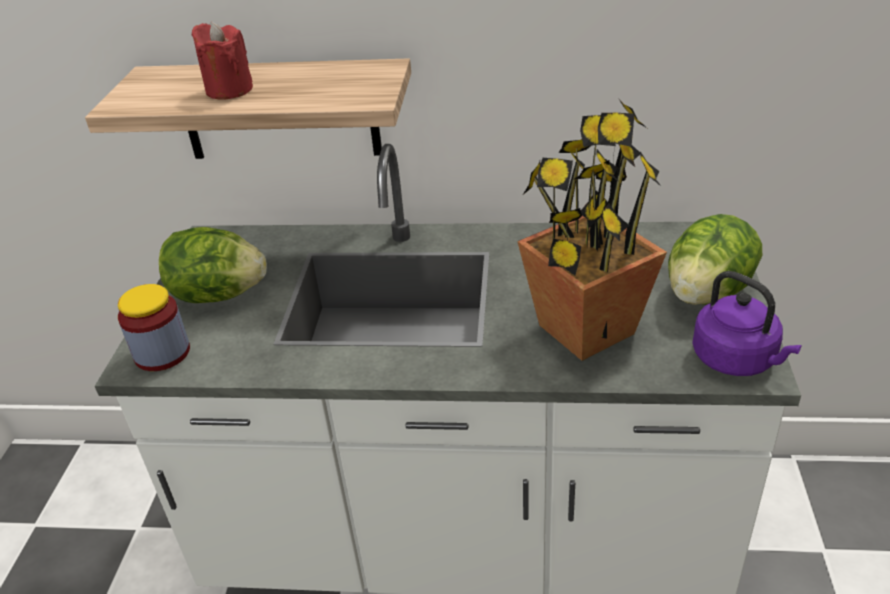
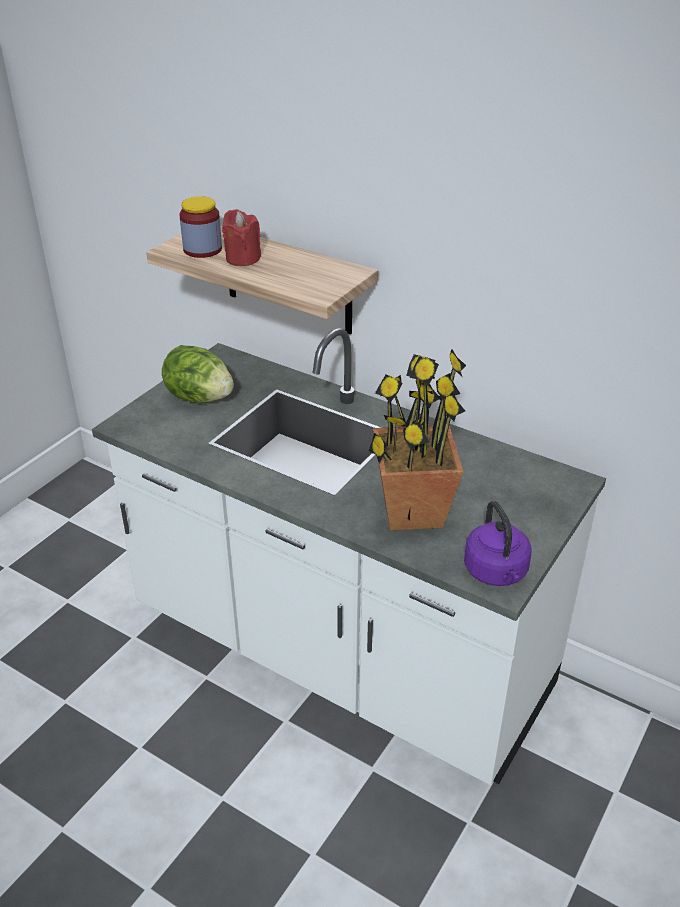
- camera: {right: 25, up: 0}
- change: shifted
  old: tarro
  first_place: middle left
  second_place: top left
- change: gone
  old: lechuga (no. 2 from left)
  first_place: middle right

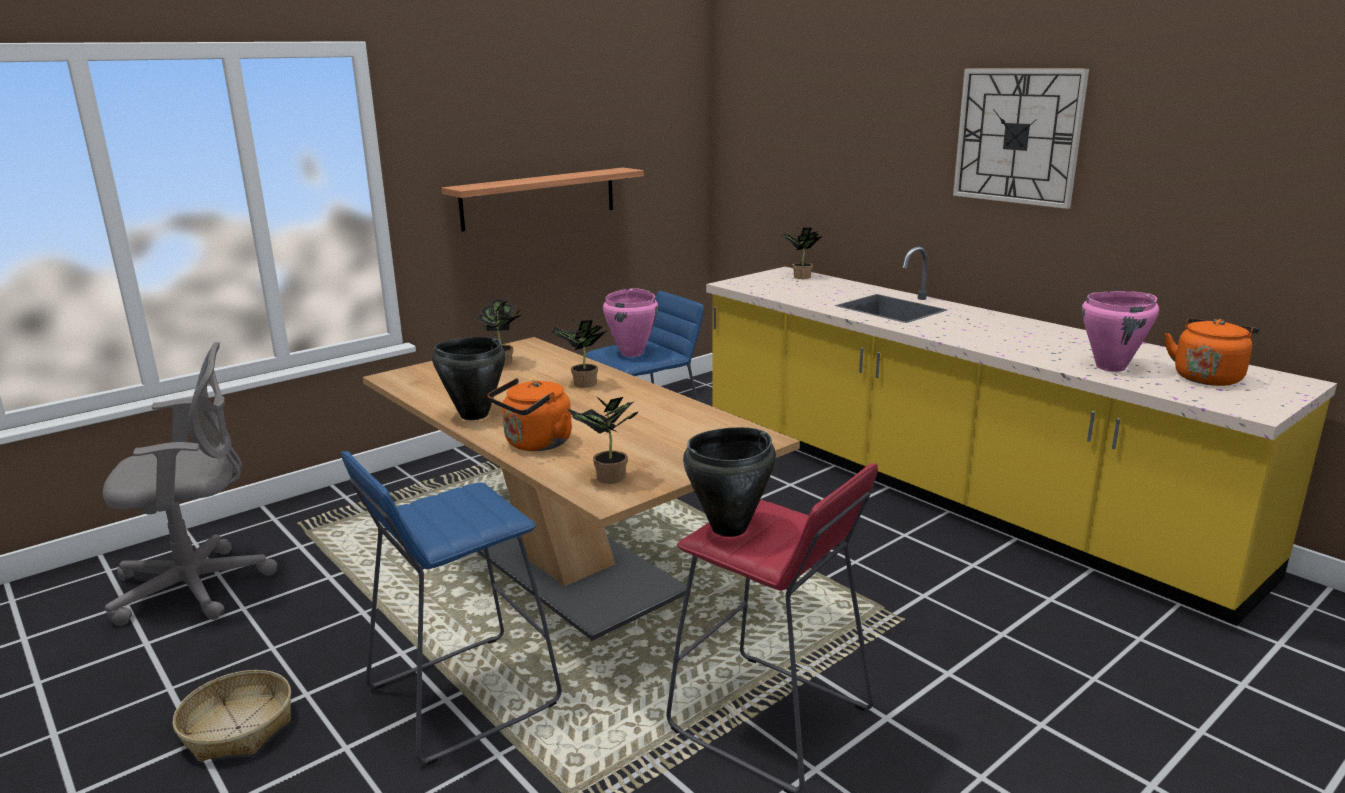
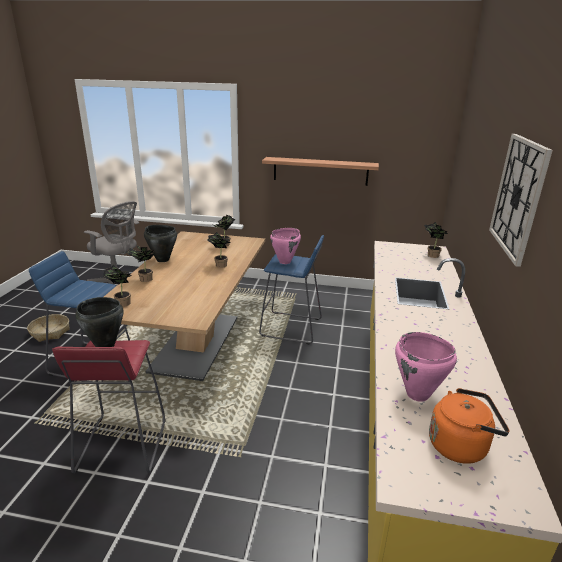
- camera: {right: 50, up: 5}
- change: swapped
  old: hervidor [naranja] (no. 1 from left)
  new: planta en maceta (no. 2 from left)
  first_place: centre
  second_place: middle left

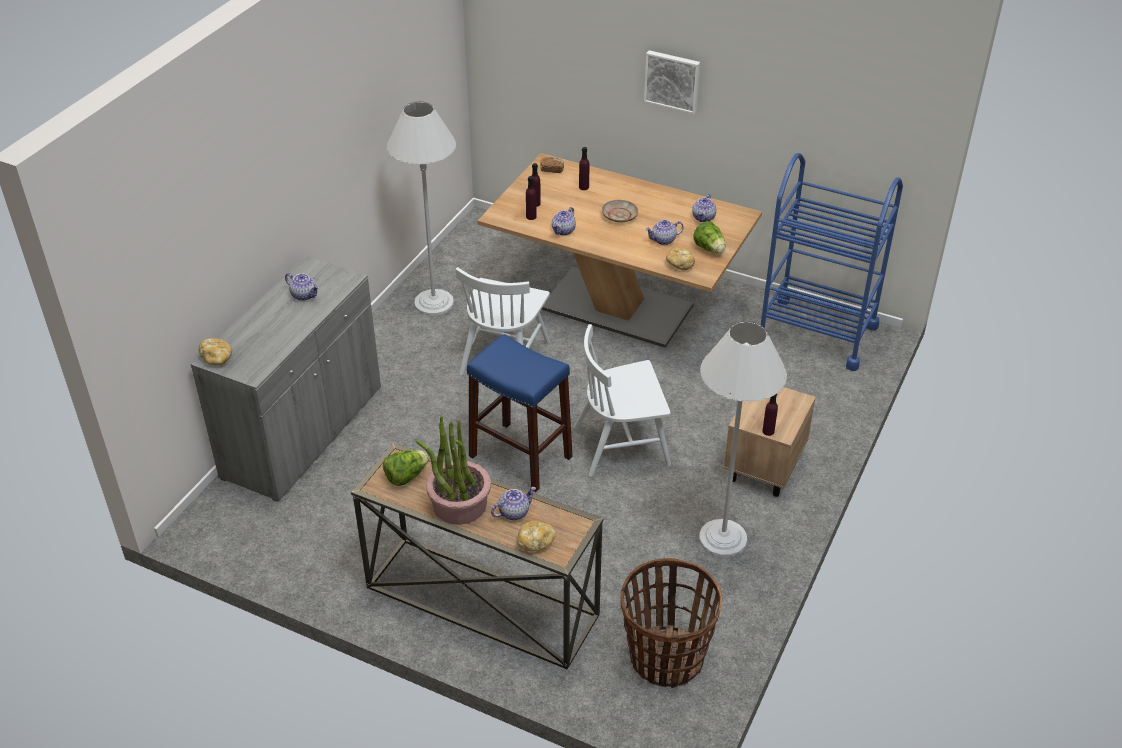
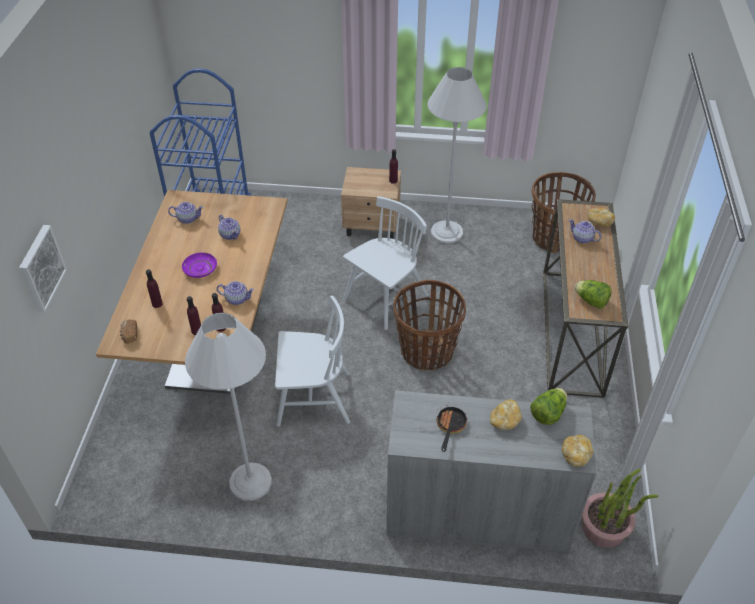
- camera: {right: -110, up: 5}
- change: shifted
  old: cuadro
  first_place: top centre
  second_place: middle left
- change: repainted
  old: plato [beis]
  new: plato [morado]
  first_place: top centre
  second_place: middle left
- change: rotated
  old: silla [blanco] (no. 2 from left)
  first_place: centre
  second_place: centre
  degrees: -105
- change: swapped
  old: taburete [azul]
  new: cesta (no. 1 from left)
  first_place: centre
  second_place: centre
- change: swapped
  old: tetera (no. 1 from left)
  new: sartén
  first_place: middle left
  second_place: bottom centre
- change: shifted
  old: pan (no. 4 from left in the first image)
  new: pan (no. 2 from left)
  first_place: centre
  second_place: bottom right
- change: shifted
  old: lechuga (no. 2 from left in the first image)
  new: lechuga (no. 1 from left)
  first_place: top centre
  second_place: bottom right
- change: shifted
  old: planta en maceta
  first_place: centre
  second_place: bottom right

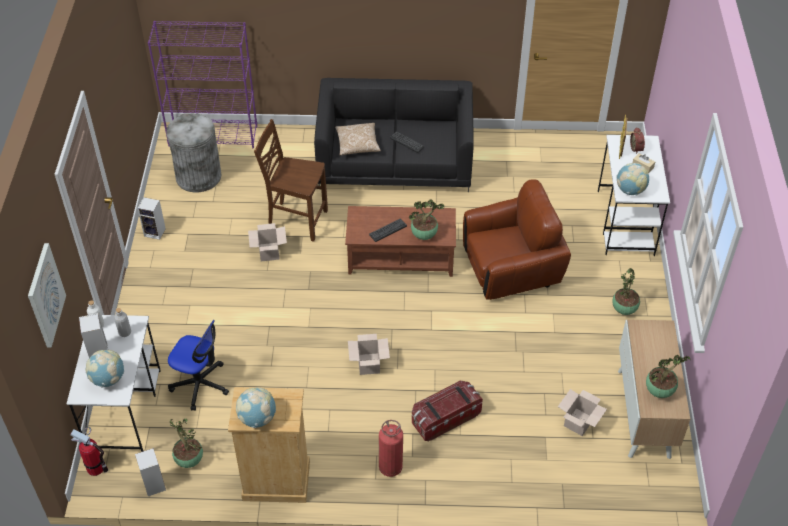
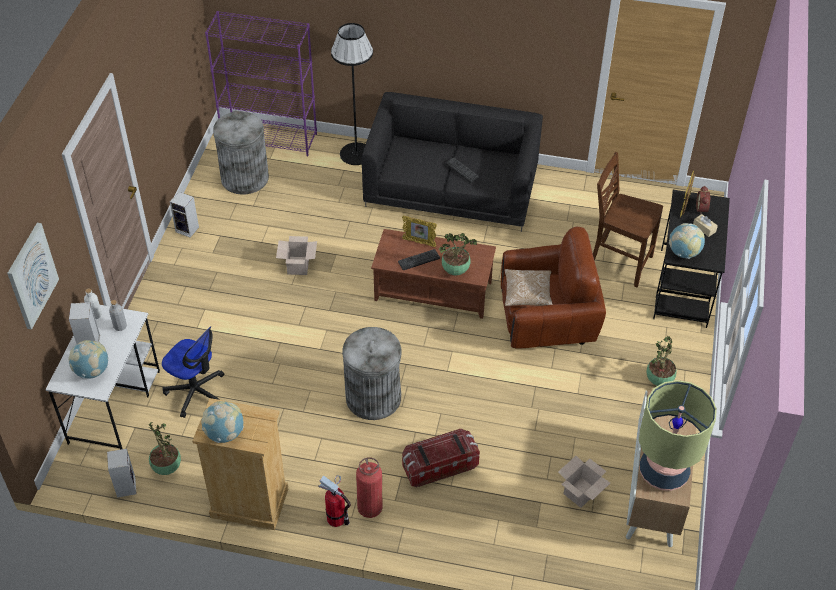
- camera: {right: 10, up: 0}
- change: shifted
  old: extintor (no. 1 from left)
  first_place: bottom left
  second_place: bottom centre
- change: new
  new: lámpara de pie [negro]
  second_place: top centre
- change: swapped
  old: caja de cartón (no. 2 from left)
  new: papelera [gris] (no. 2 from left)
  first_place: bottom centre
  second_place: centre
- change: new
  new: portarretratos (no. 1 from left)
  second_place: centre
- change: shifted
  old: cojín
  first_place: top centre
  second_place: centre
- change: shifted
  old: silla [marrón]
  first_place: centre
  second_place: middle right
- change: swapped
  old: planta en maceta (no. 4 from left)
  new: lámpara de mesa
  first_place: bottom right
  second_place: bottom right
- change: repainted
  old: escritorio [blanco] (no. 2 from left)
  new: escritorio [negro]
  first_place: middle right
  second_place: middle right

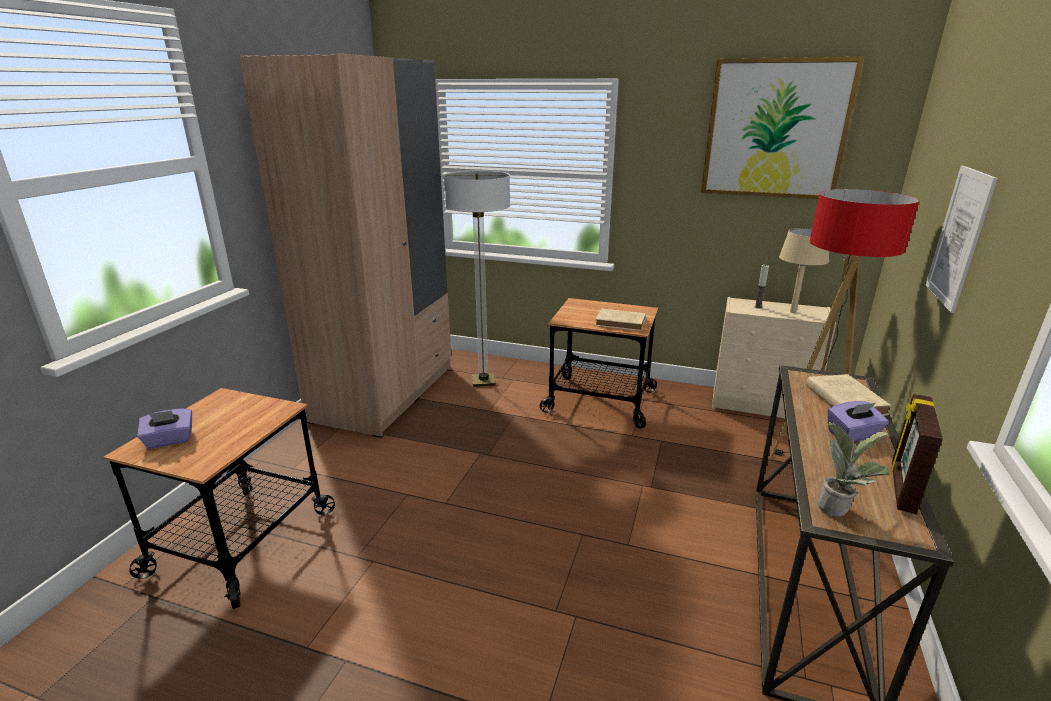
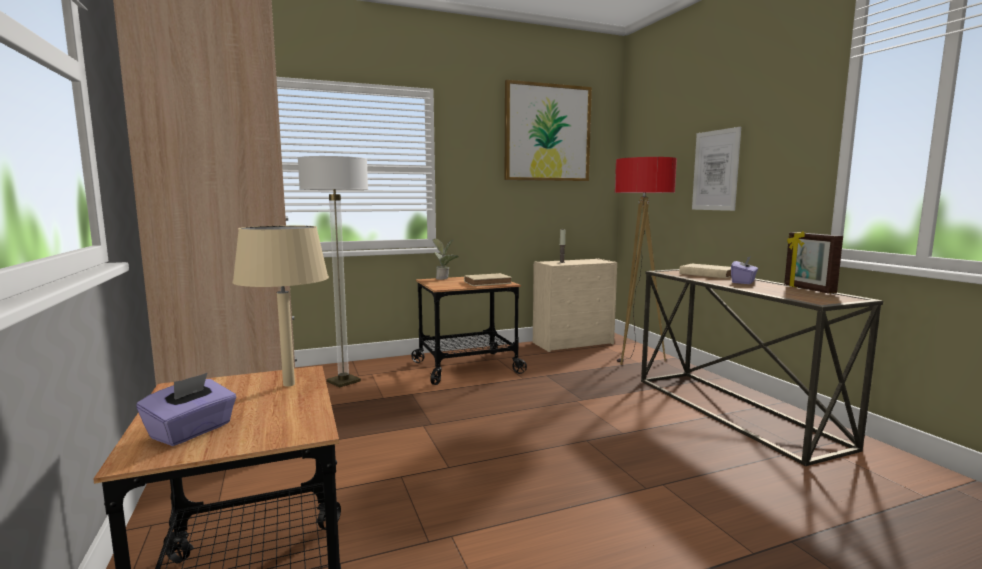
- camera: {right: -40, up: -15}
- change: shifted
  old: lámpara de mesa [beis]
  first_place: middle right
  second_place: middle left
- change: shifted
  old: planta en maceta
  first_place: bottom right
  second_place: centre

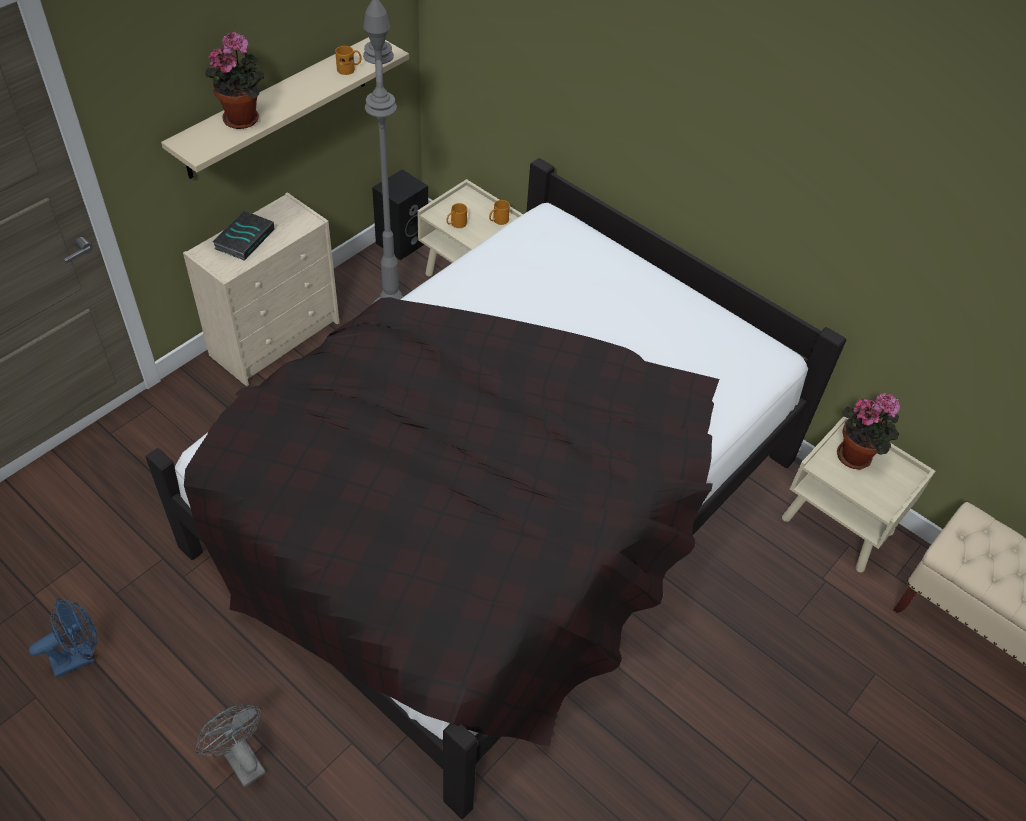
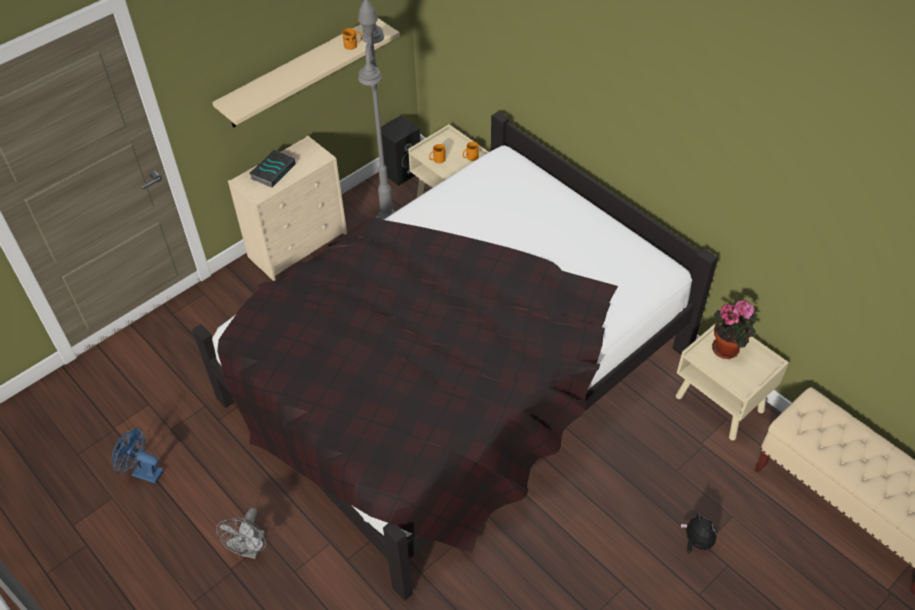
- camera: {right: 10, up: 0}
- change: rotated
  old: ventilador [azul]
  first_place: bottom left
  second_place: bottom left
  degrees: -135
- change: rotated
  old: ventilador [gris]
  first_place: bottom left
  second_place: bottom left
  degrees: -135
- change: new
  new: peluche
  second_place: bottom right
- change: gone
  old: planta en maceta (no. 1 from left)
  first_place: top left

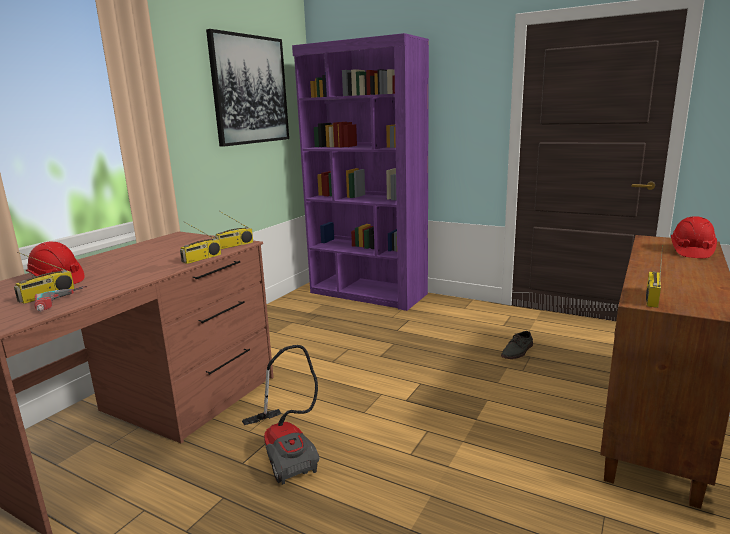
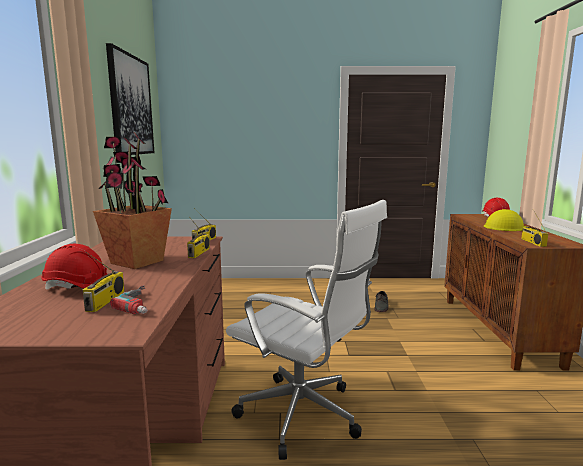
- camera: {right: -30, up: -5}
- change: new
  new: planta en maceta
  second_place: middle left
- change: swapped
  old: aspiradora
  new: silla de oficina [blanco]
  first_place: bottom centre
  second_place: bottom centre
- change: new
  new: casco [amarillo]
  second_place: middle right
- change: gone
  old: estantería [morado]
  first_place: top centre

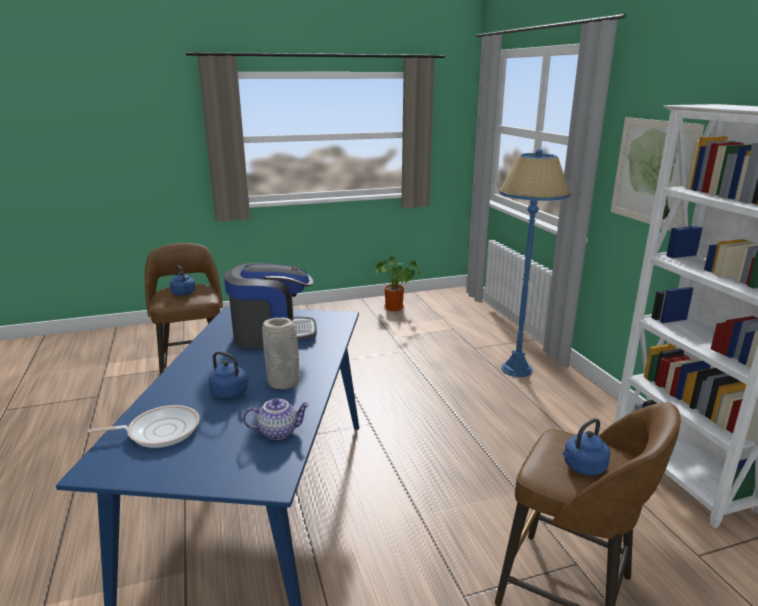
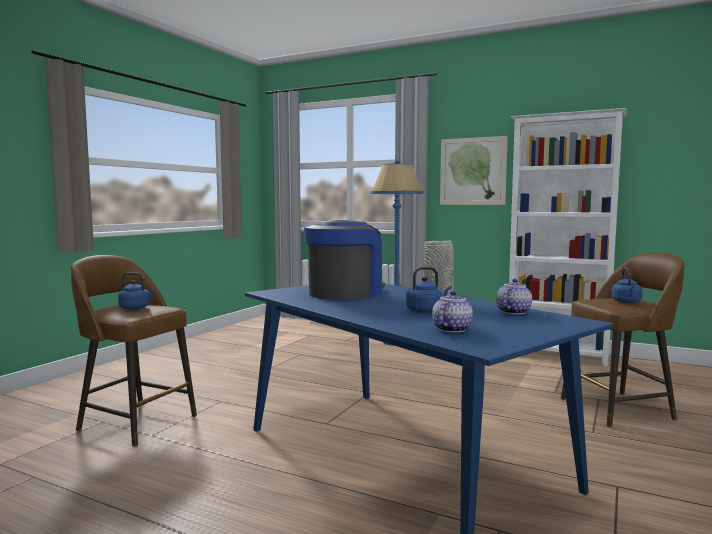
- camera: {right: -45, up: -15}
- change: swapped
  old: sartén
  new: tetera (no. 1 from left)
  first_place: bottom left
  second_place: centre
- change: gone
  old: planta en maceta
  first_place: centre

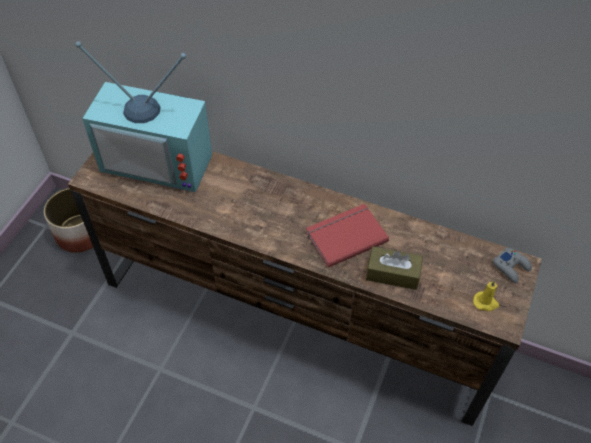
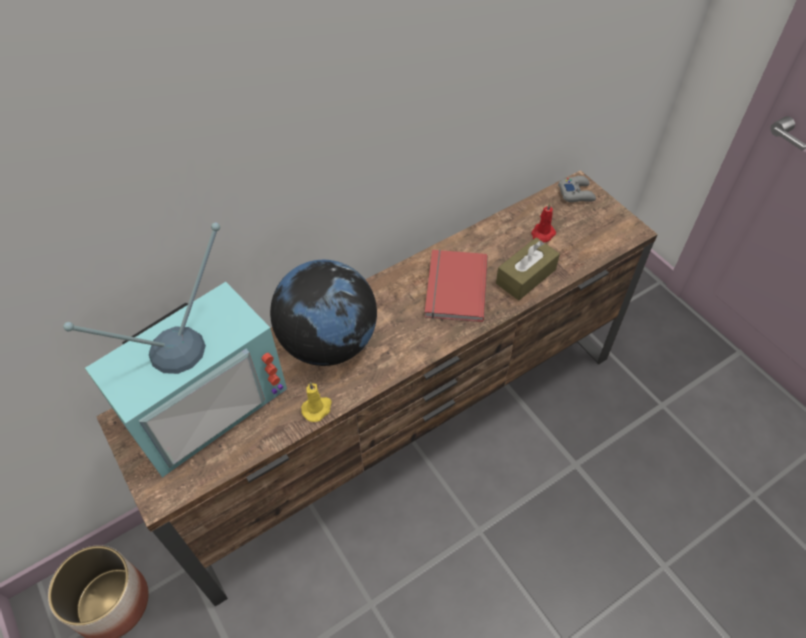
- camera: {right: -55, up: 0}
- change: new
  new: globo terráqueo
  second_place: centre
- change: shifted
  old: vela [amarillo]
  first_place: middle right
  second_place: centre
- change: new
  new: vela [rojo]
  second_place: middle right

